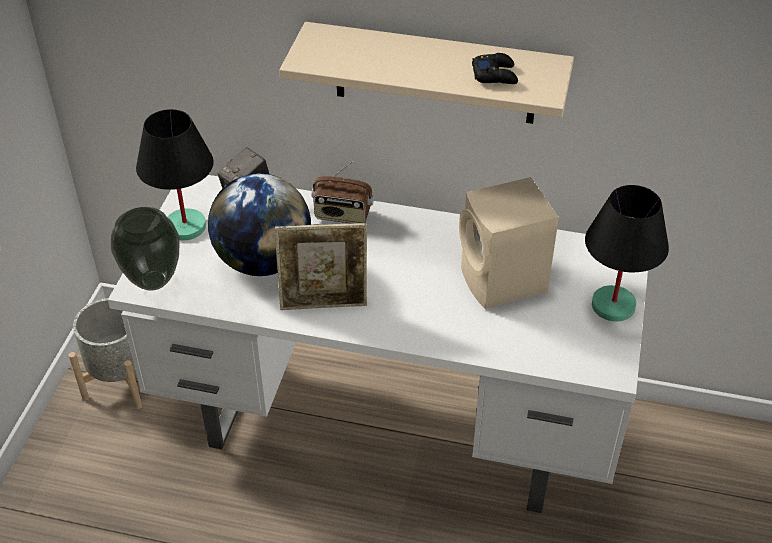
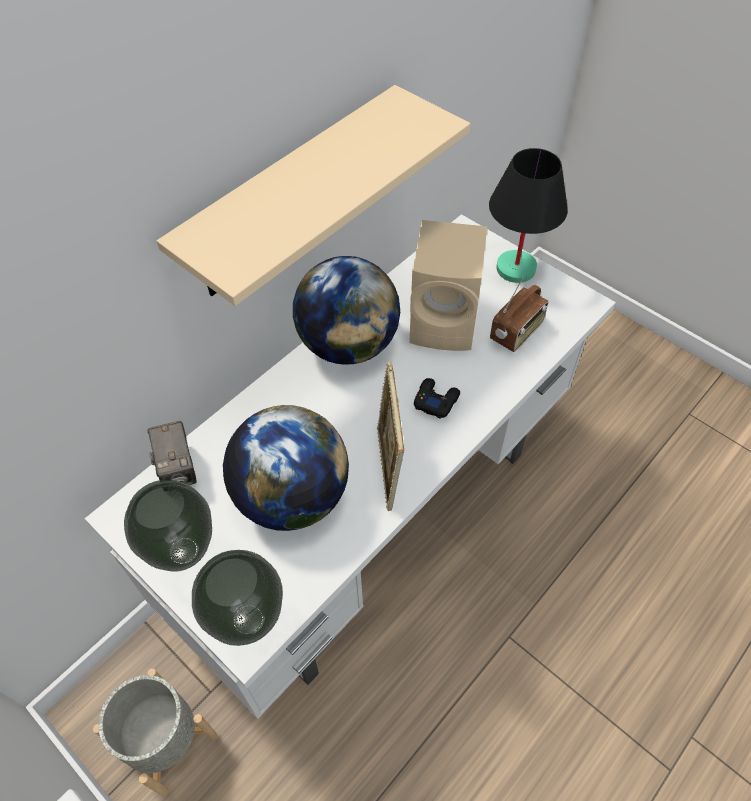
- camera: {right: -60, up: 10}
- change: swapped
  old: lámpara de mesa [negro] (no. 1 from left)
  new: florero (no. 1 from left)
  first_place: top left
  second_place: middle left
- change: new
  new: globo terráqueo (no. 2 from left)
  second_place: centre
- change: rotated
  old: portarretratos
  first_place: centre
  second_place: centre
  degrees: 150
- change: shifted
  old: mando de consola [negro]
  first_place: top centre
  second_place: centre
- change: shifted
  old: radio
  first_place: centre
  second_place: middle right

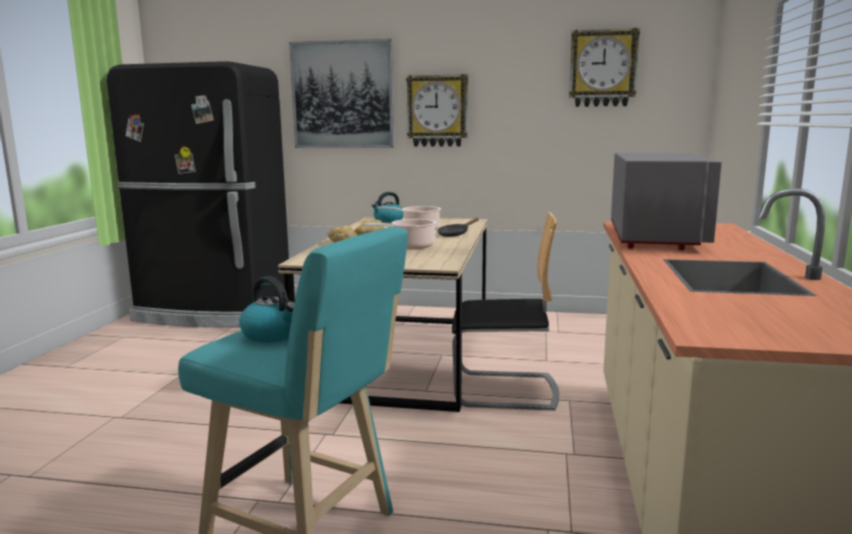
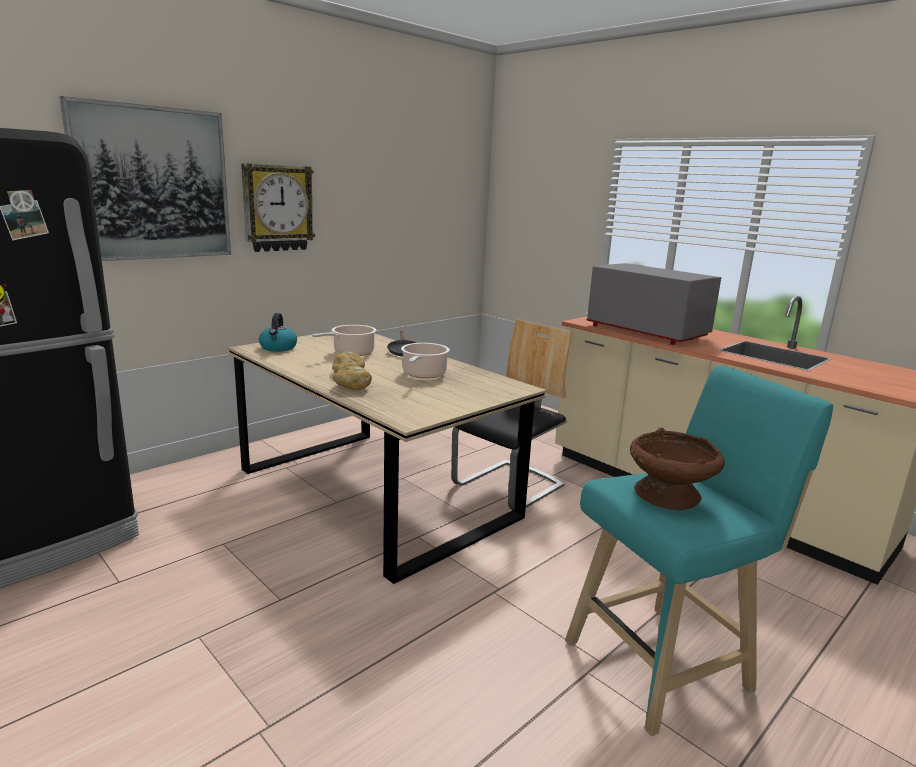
- camera: {right: -55, up: 5}
- change: swapped
  old: hervidor (no. 1 from left)
  new: cuenco [marrón]
  first_place: middle left
  second_place: middle right
- change: gone
  old: reloj de pared (no. 2 from left)
  first_place: top right

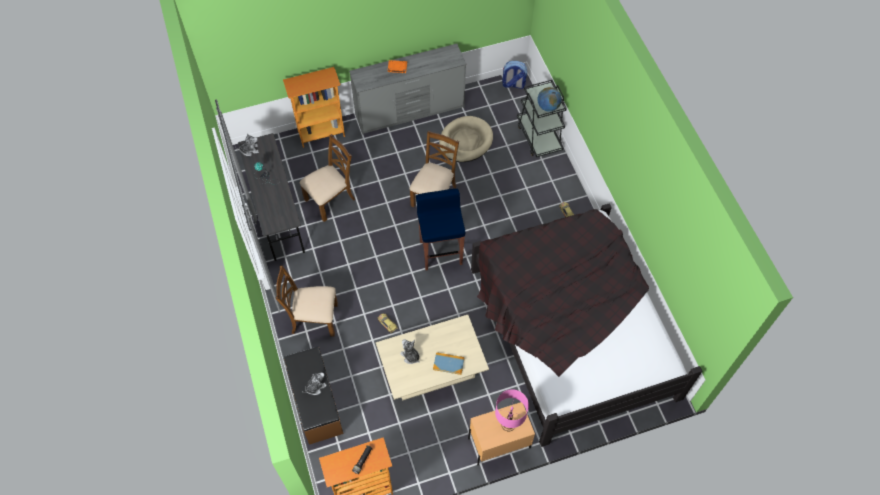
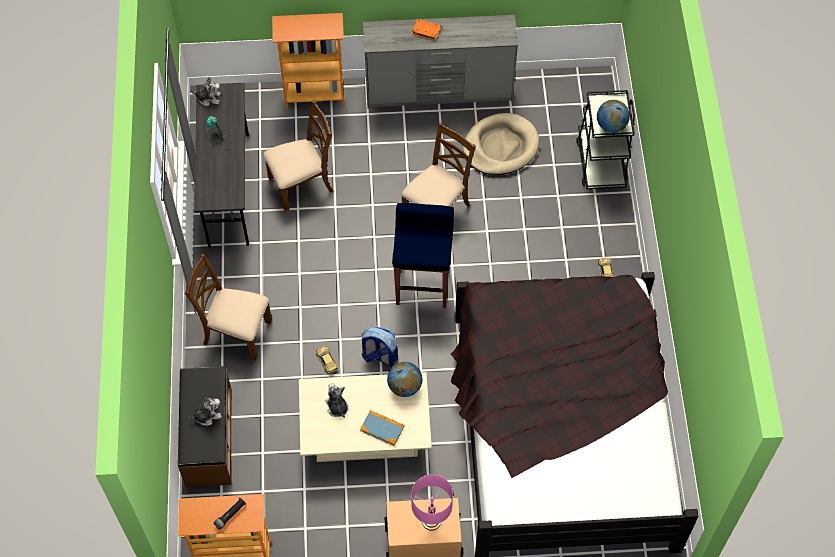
- camera: {right: 15, up: 0}
- change: shifted
  old: mochila
  first_place: top centre
  second_place: centre
- change: new
  new: globo terráqueo (no. 1 from left)
  second_place: bottom centre

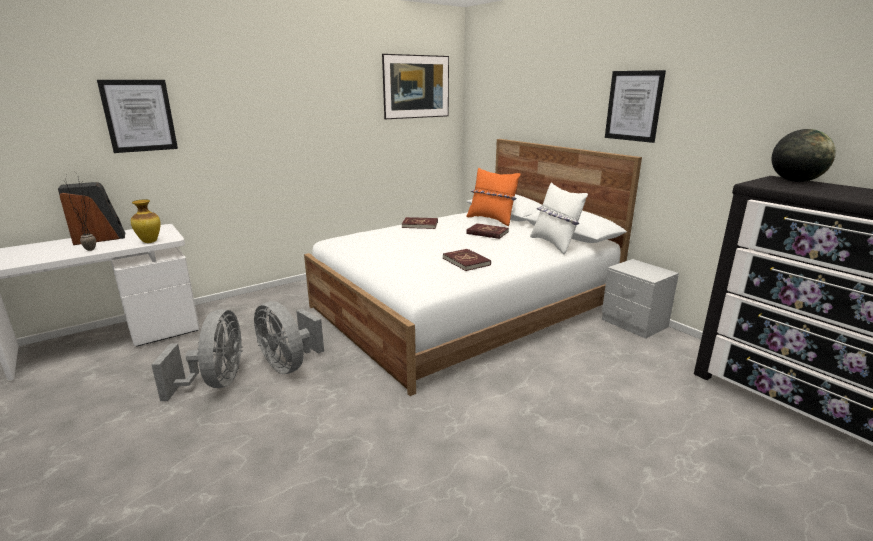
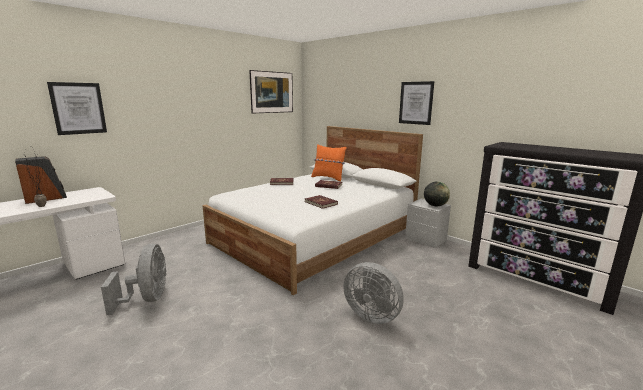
- camera: {right: -10, up: -5}
- change: shifted
  old: ventilador [gris] (no. 2 from left)
  first_place: middle left
  second_place: bottom centre
- change: shifted
  old: globo terráqueo
  first_place: top right
  second_place: middle right
- change: gone
  old: florero
  first_place: middle left
- change: gone
  old: cojín [blanco]
  first_place: centre

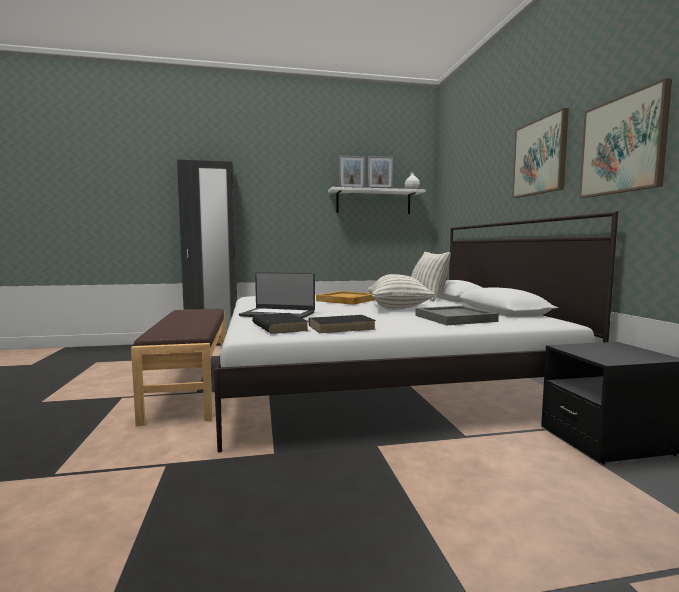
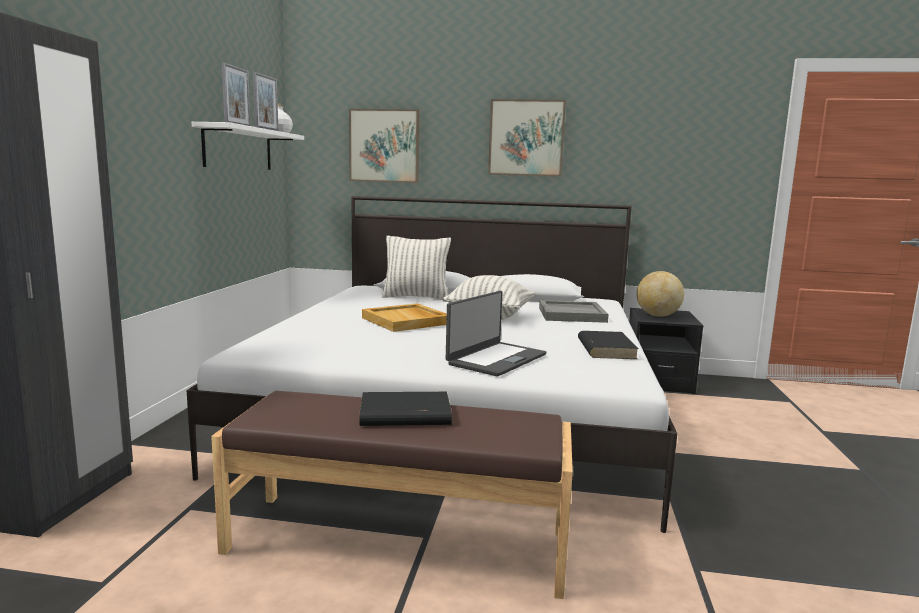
- camera: {right: -70, up: 5}
- change: shifted
  old: cuadro (no. 2 from left in the first image)
  new: cuadro (no. 1 from left)
  first_place: top right
  second_place: top centre
- change: shifted
  old: libro [negro] (no. 1 from left)
  first_place: centre
  second_place: bottom centre
- change: new
  new: globo terráqueo
  second_place: middle right

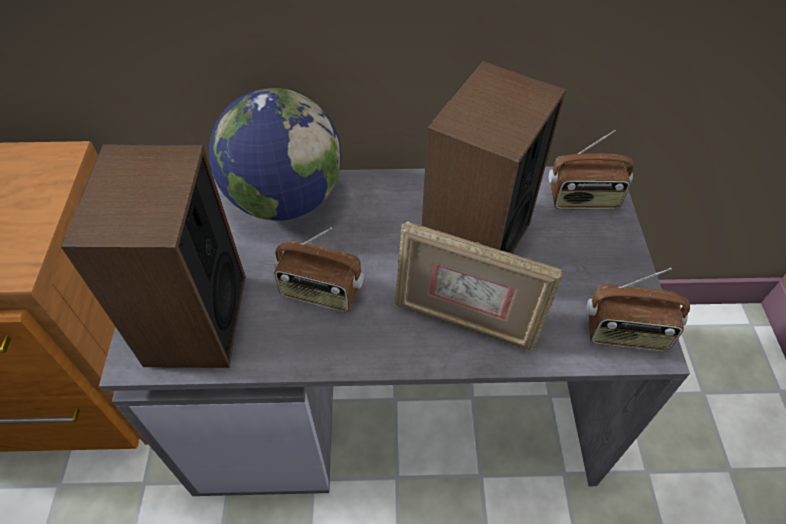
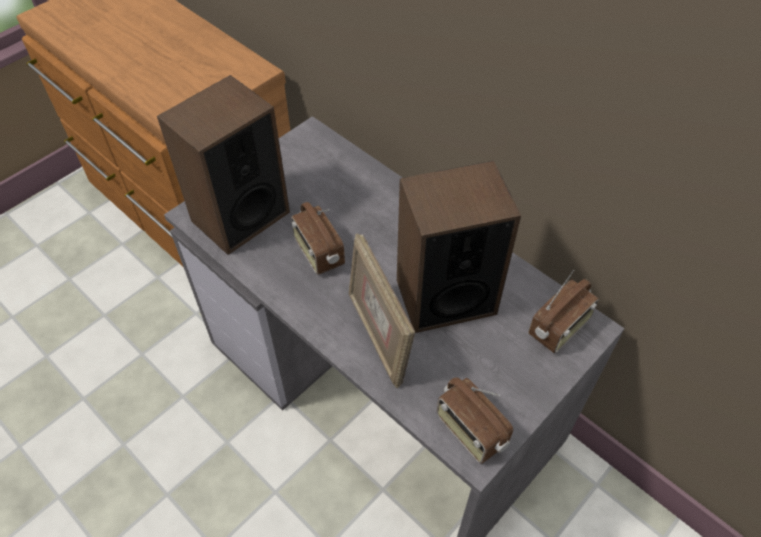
- camera: {right: 45, up: 0}
- change: rotated
  old: radio (no. 2 from left in the first image)
  first_place: top right
  second_place: middle right
  degrees: -90
- change: gone
  old: globo terráqueo
  first_place: top centre

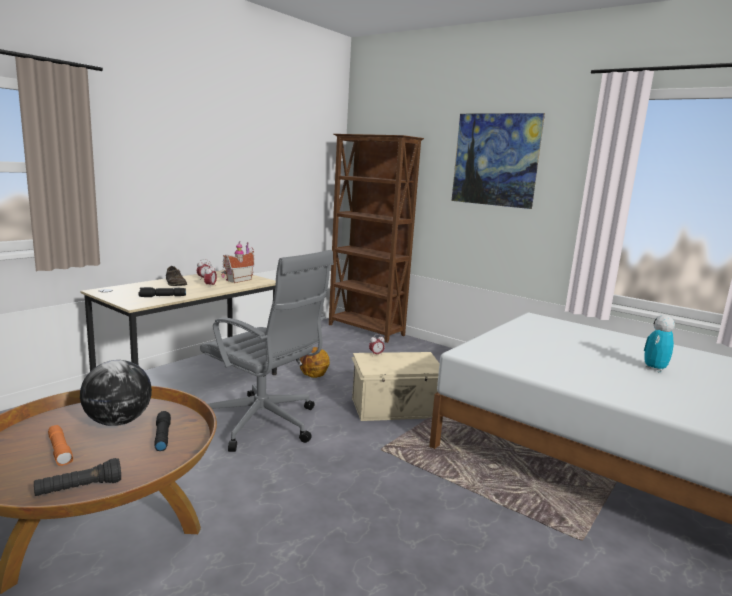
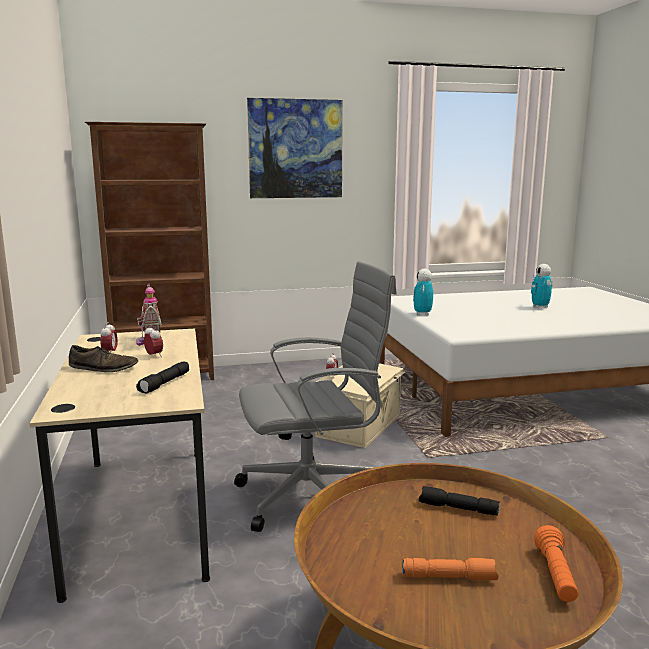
- camera: {right: -50, up: 0}
- change: new
  new: robot de juguete (no. 1 from left)
  second_place: centre
- change: repainted
  old: linterna [negro] (no. 1 from left)
  new: linterna [naranja] (no. 2 from left)
  first_place: bottom left
  second_place: bottom right
- change: gone
  old: globo terráqueo
  first_place: middle left
- change: gone
  old: balón de baloncesto
  first_place: centre

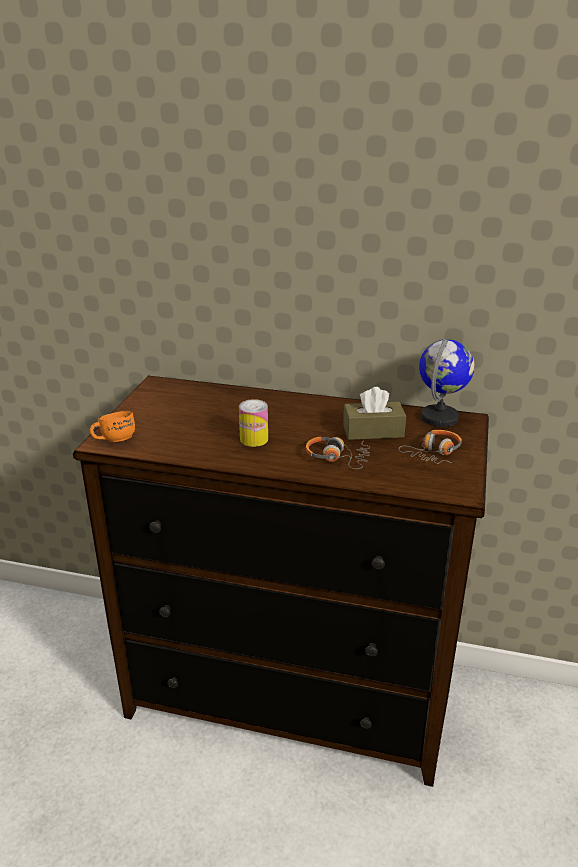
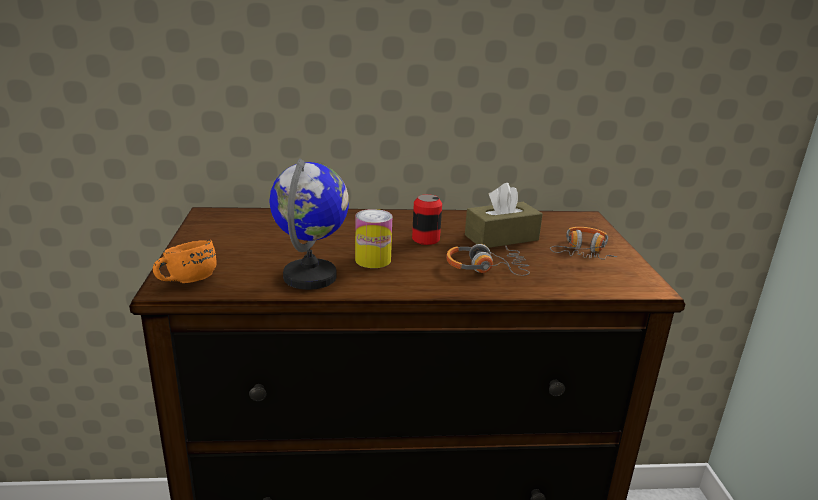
- camera: {right: -20, up: -5}
- change: shifted
  old: globo terráqueo
  first_place: middle right
  second_place: centre
- change: new
  new: lata (no. 2 from left)
  second_place: centre

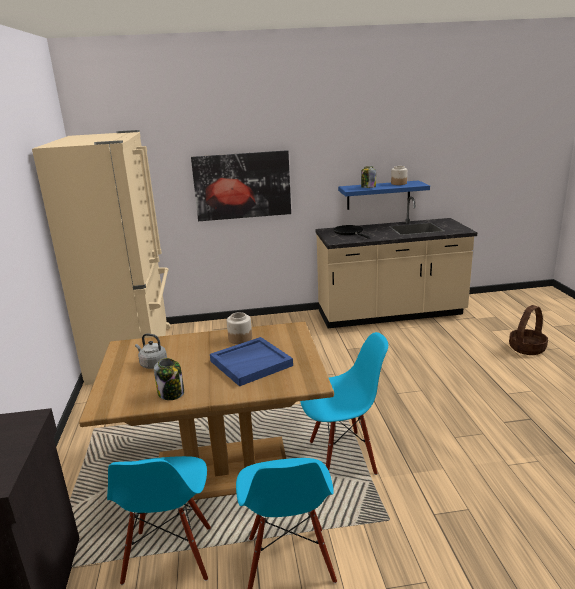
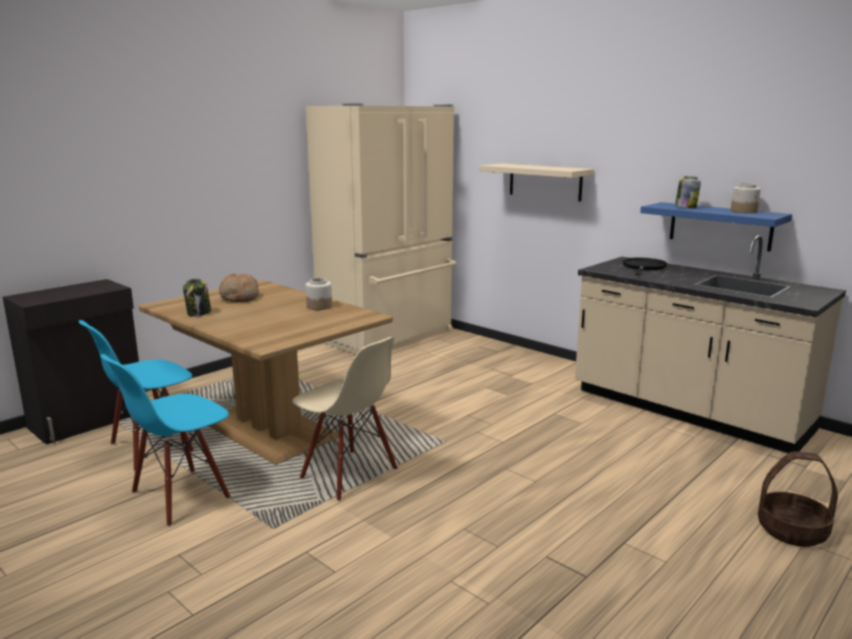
- camera: {right: 50, up: -5}
- change: swapped
  old: hervidor [gris]
  new: pan
  first_place: middle left
  second_place: middle left
- change: repainted
  old: silla [azul] (no. 3 from left)
  new: silla [beis]
  first_place: bottom centre
  second_place: centre
- change: swapped
  old: cuadro
  new: estante [beis]
  first_place: top centre
  second_place: top centre
- change: gone
  old: bandeja [azul]
  first_place: centre

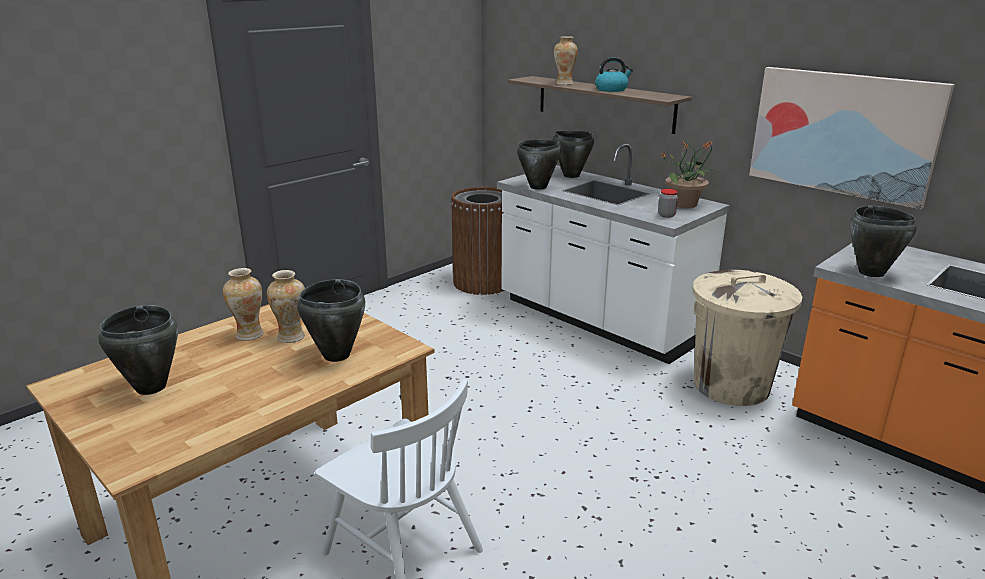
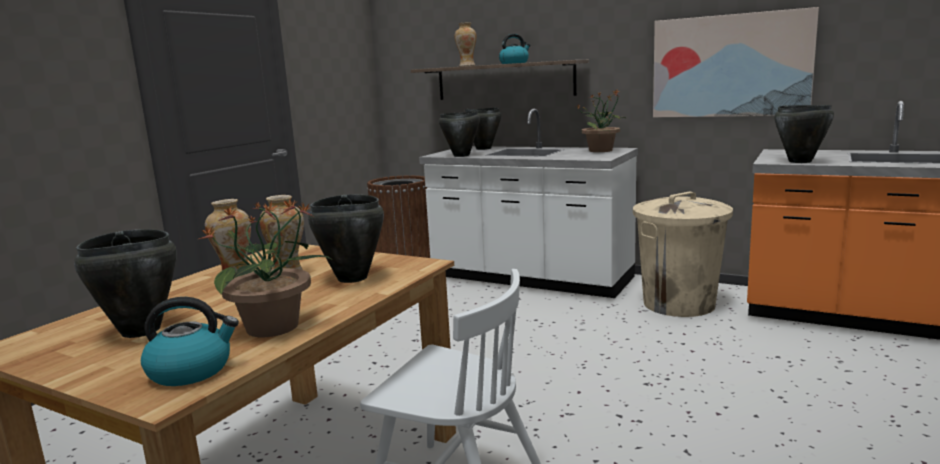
- camera: {right: -15, up: -10}
- change: new
  new: hervidor (no. 1 from left)
  second_place: bottom left
- change: new
  new: planta en maceta (no. 1 from left)
  second_place: middle left
- change: gone
  old: tarro
  first_place: middle right

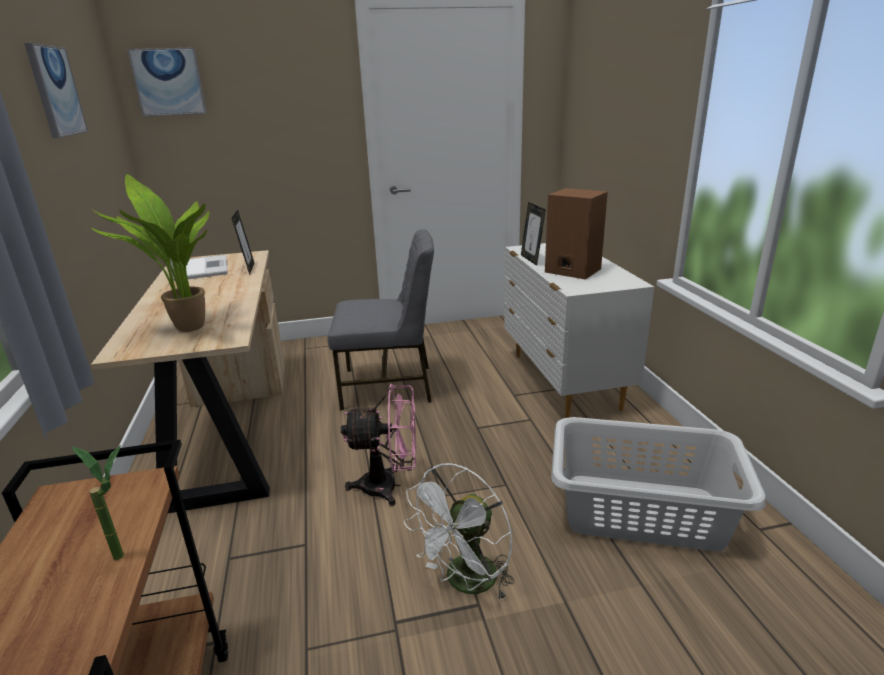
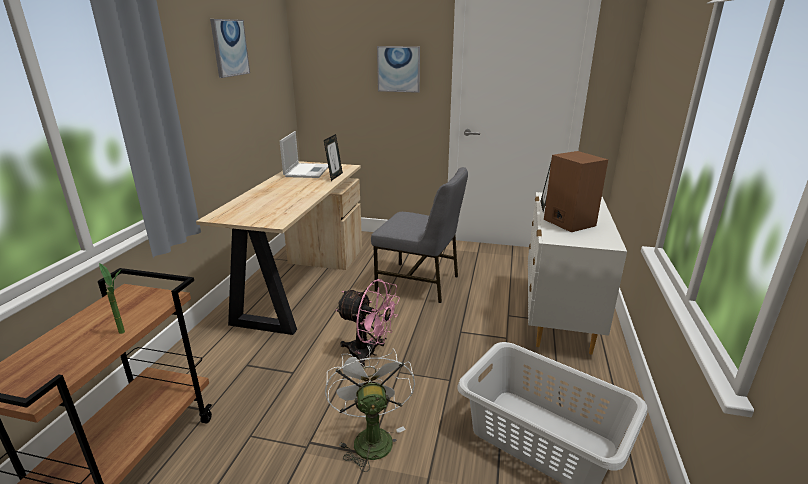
- camera: {right: 25, up: 0}
- change: rotated
  old: ventilador [blanco]
  first_place: bottom centre
  second_place: bottom centre
  degrees: 105
- change: shifted
  old: cuadro (no. 2 from left)
  first_place: top left
  second_place: top centre
- change: gone
  old: planta en maceta (no. 2 from left)
  first_place: middle left

